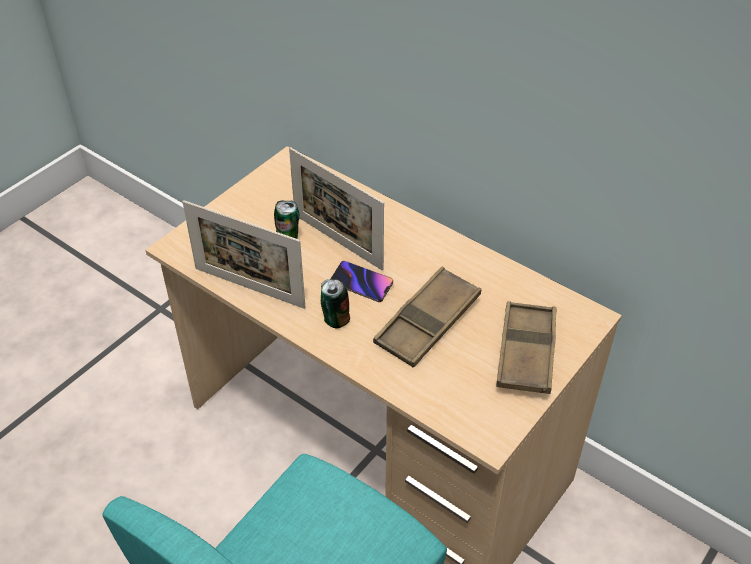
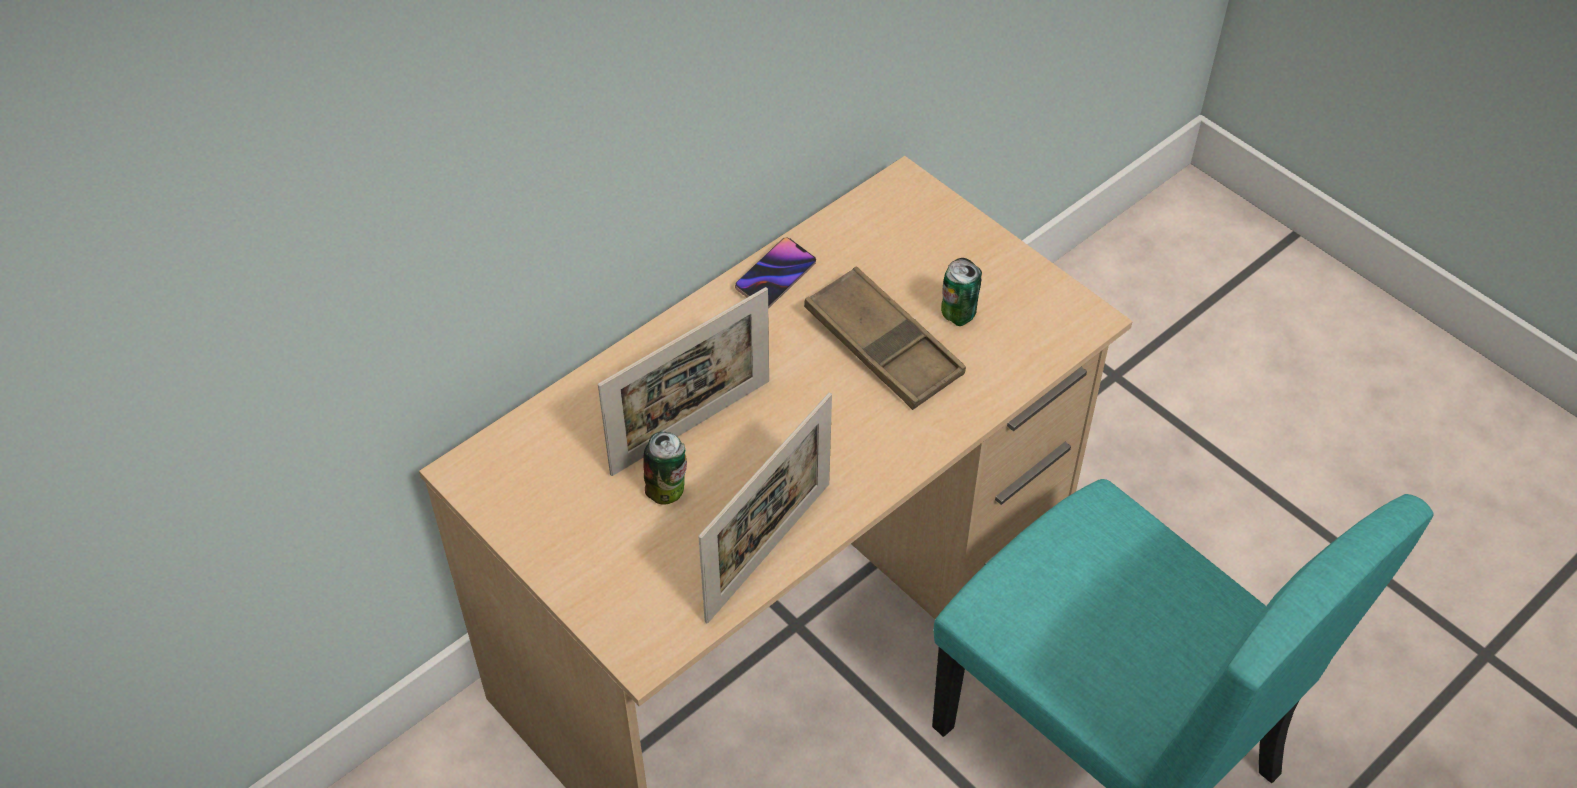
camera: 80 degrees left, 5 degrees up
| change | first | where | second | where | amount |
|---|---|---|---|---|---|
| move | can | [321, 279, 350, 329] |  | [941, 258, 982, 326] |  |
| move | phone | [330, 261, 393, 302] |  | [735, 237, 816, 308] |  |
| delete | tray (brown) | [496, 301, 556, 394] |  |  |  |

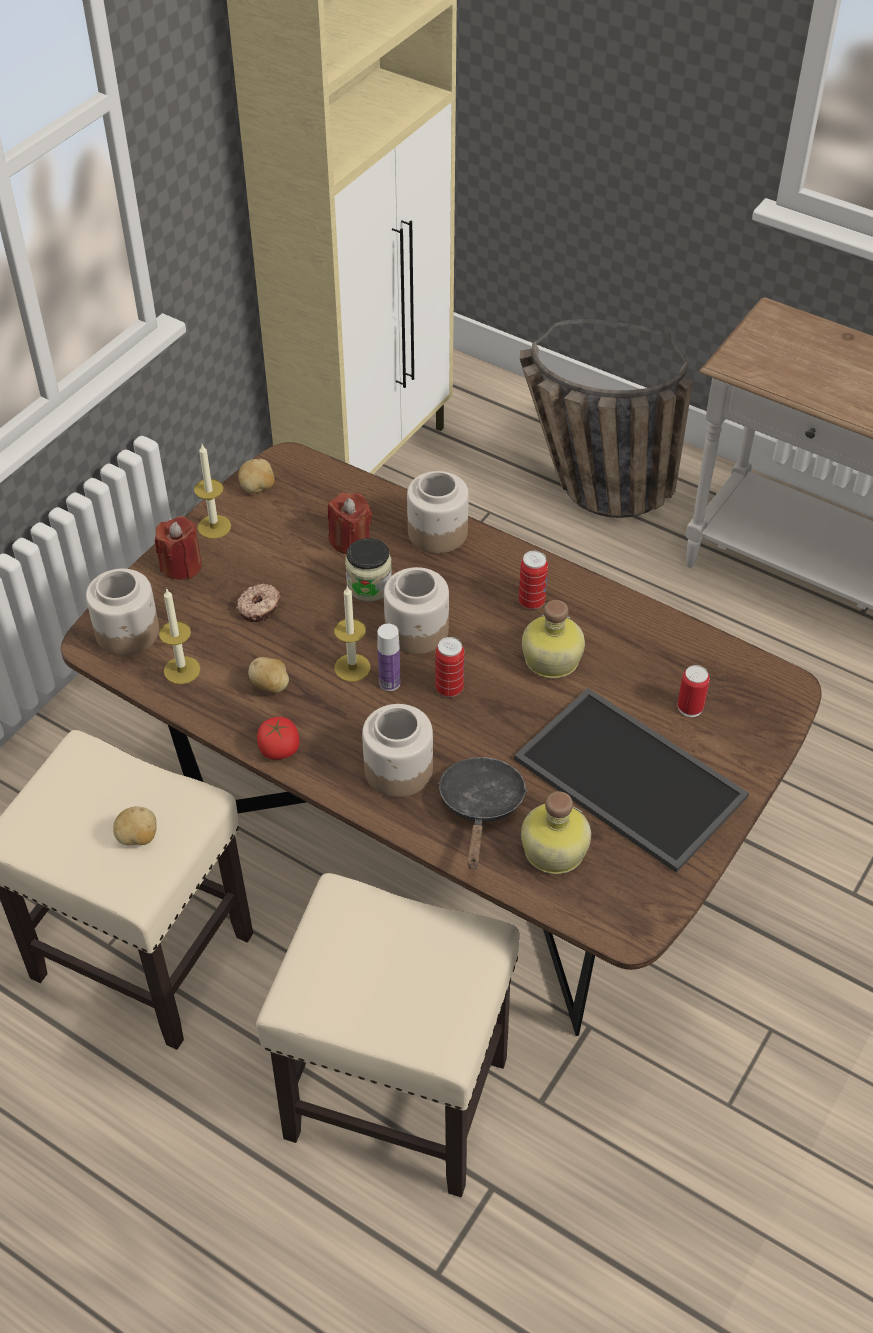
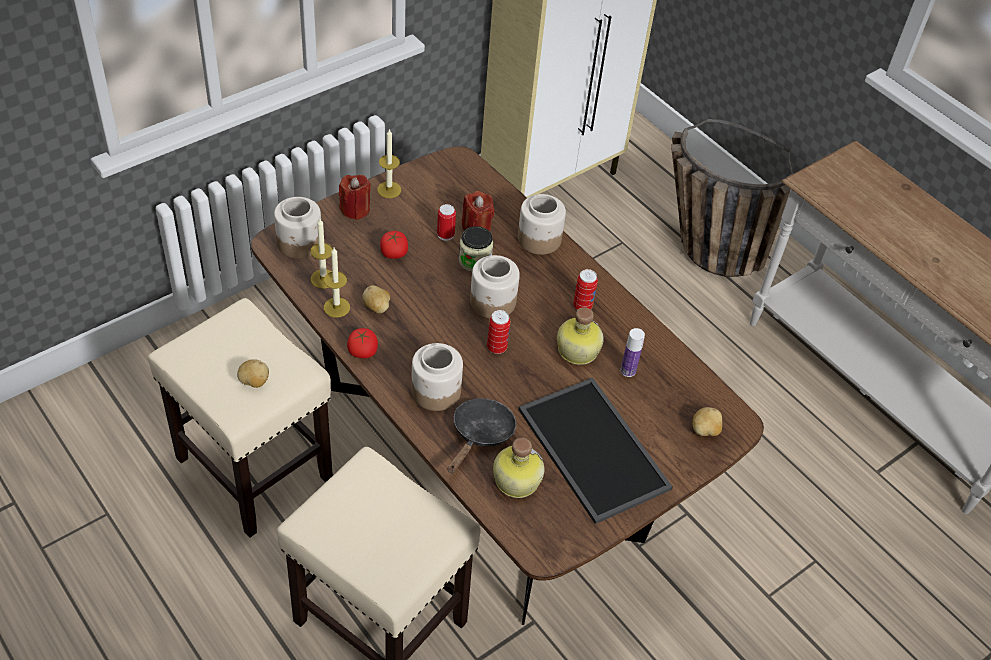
camera: 15 degrees right, 0 degrees up
| change | first | where | second | where | amount |
|---|---|---|---|---|---|
| replace | donut | [236, 583, 280, 622] | tomato | [380, 231, 408, 259] |  |
| move | potato | [238, 459, 275, 494] |  | [692, 407, 722, 436] |  |
| move | candle | [334, 585, 370, 682] |  | [324, 248, 350, 318] |  |
| move | bottle | [377, 624, 400, 691] |  | [620, 328, 645, 377] |  |
| move | can | [677, 665, 710, 717] |  | [437, 204, 456, 241] |  |

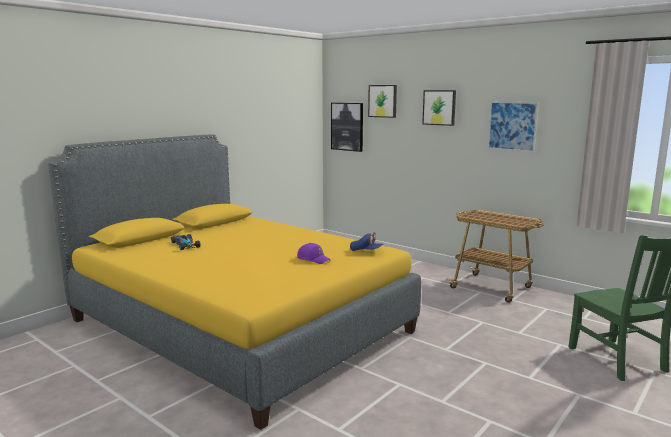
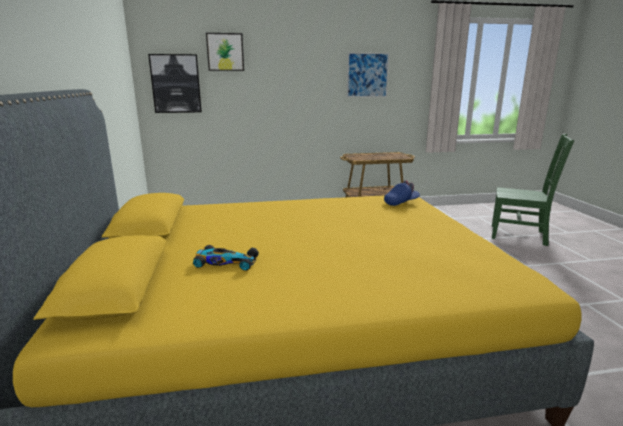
camera: 50 degrees left, 5 degrees up
| change | first | where | second | where | amount |
|---|---|---|---|---|---|
| delete | cap (purple) | [297, 243, 331, 264] |  |  |  |
| delete | picture | [422, 90, 456, 126] |  |  |  |

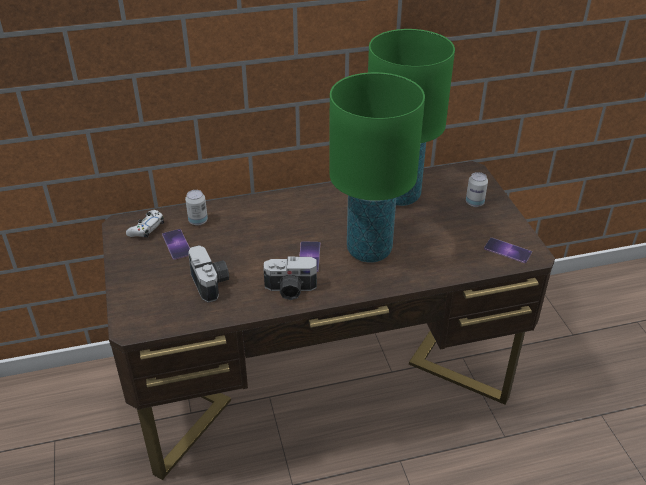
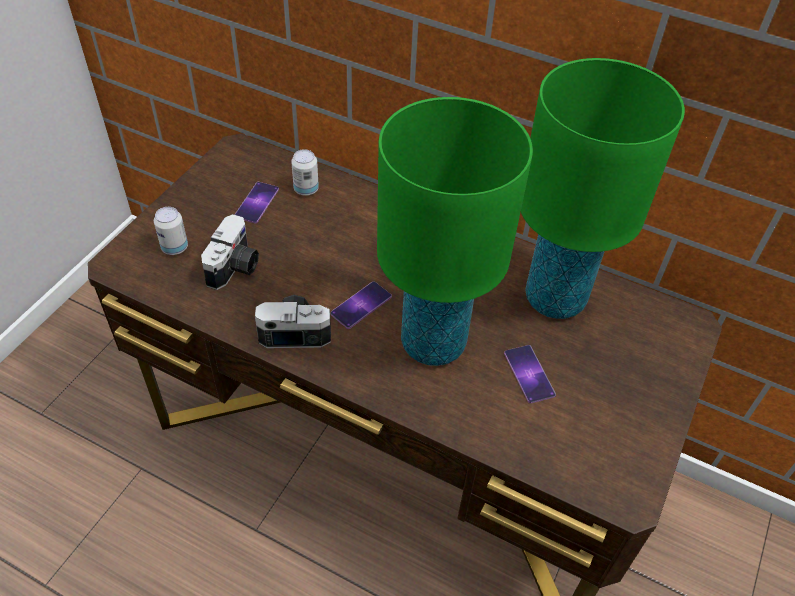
camera: 40 degrees right, 10 degrees up
| change | first | where | second | where | amount |
|---|---|---|---|---|---|
| delete | game controller (white) | [126, 210, 164, 238] |  |  |  |
| rotate | photo camera | [263, 257, 317, 300] |  | [255, 295, 331, 348] | 135 degrees clockwise |
| move | can | [466, 172, 488, 207] |  | [154, 207, 188, 255] |  |
| move | phone | [484, 238, 532, 263] |  | [504, 345, 556, 404] |  |

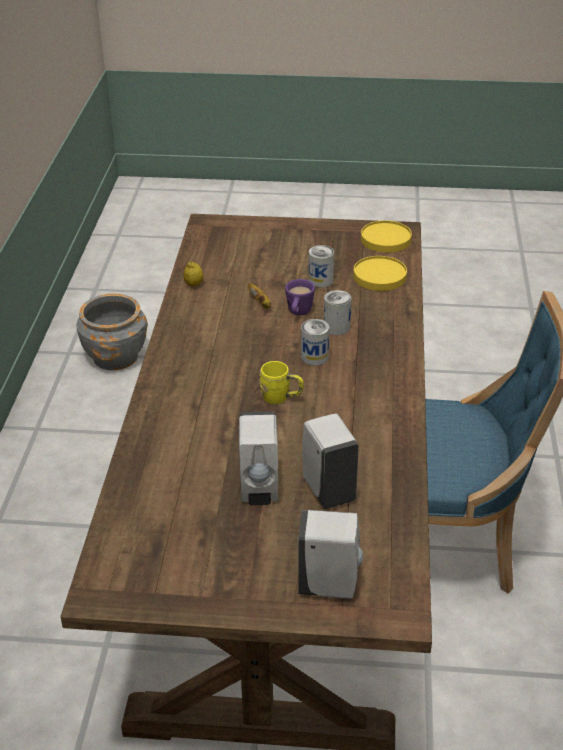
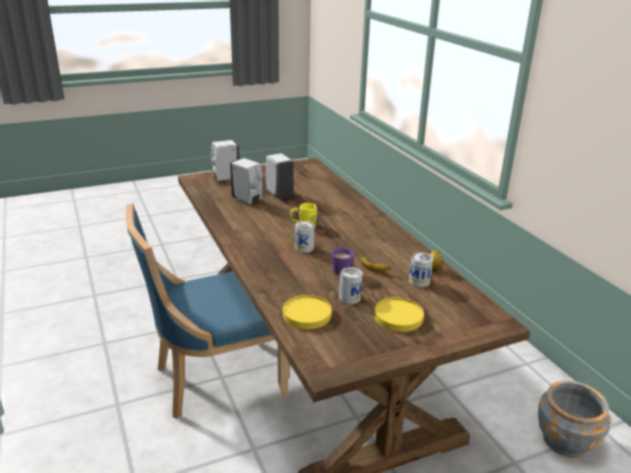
camera: 150 degrees right, 10 degrees down
| change | first | where | second | where | amount |
|---|---|---|---|---|---|
| move | can | [324, 290, 351, 335] |  | [409, 252, 433, 287] |  |
| move | plate (yellow) | [361, 220, 412, 253] |  | [374, 297, 424, 332] |  |

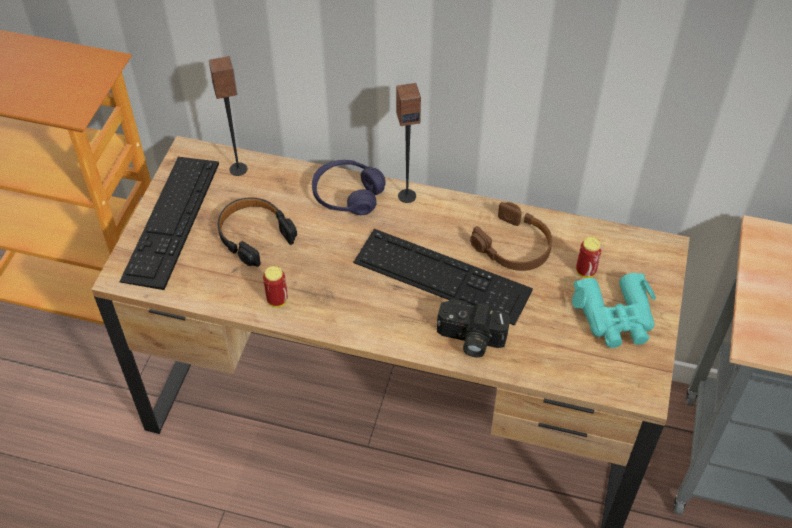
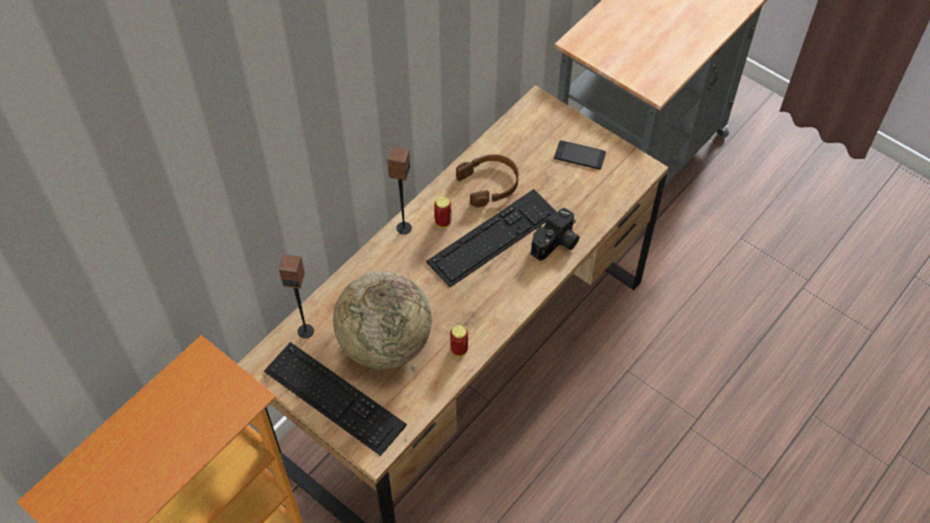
camera: 65 degrees left, 5 degrees up
| change | first | where | second | where | amount |
|---|---|---|---|---|---|
| replace | headphones (black) | [218, 197, 297, 267] | globe | [333, 271, 432, 369] |  |
| delete | headphones (purple) | [312, 160, 386, 215] |  |  |  |
| replace | binoculars (turquoise) | [572, 273, 656, 348] | phone | [554, 140, 606, 170] |  |
| move | can | [576, 237, 602, 278] |  | [434, 196, 451, 228] |  |

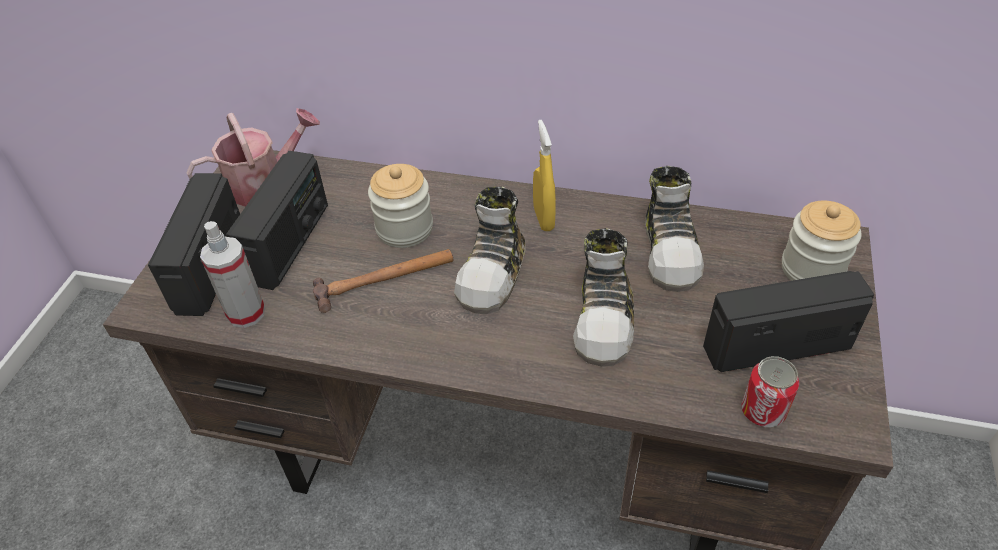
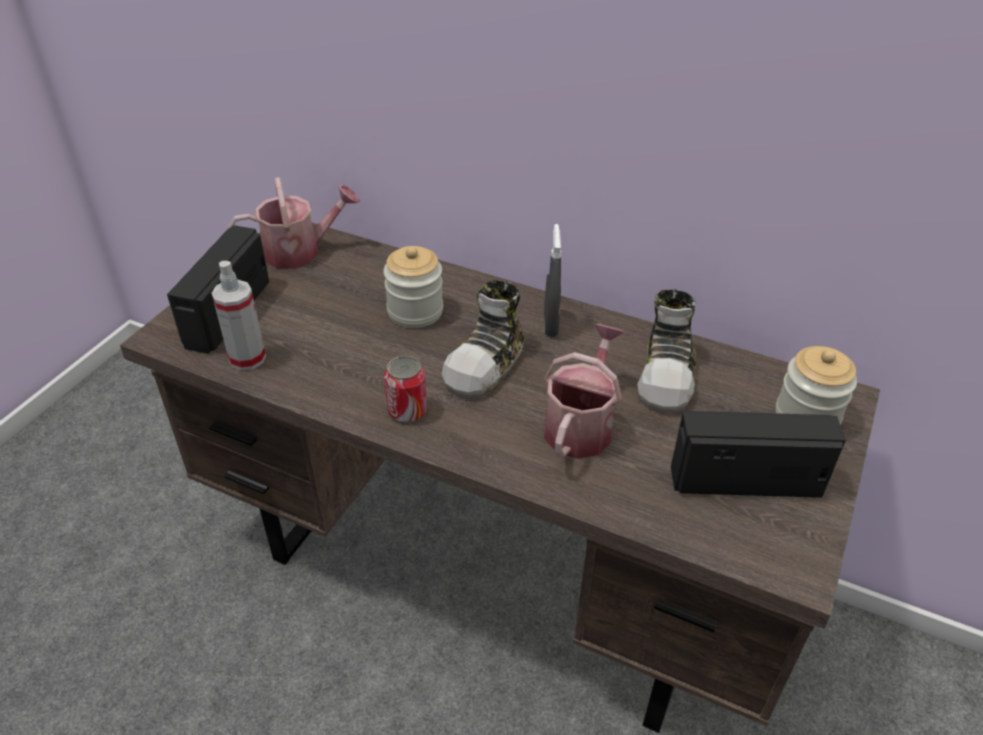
camera: 10 degrees right, 5 degrees down
| change | first | where | second | where | amount |
|---|---|---|---|---|---|
| delete | radio | [226, 151, 328, 290] |  |  |  |
| delete | hammer | [313, 249, 454, 313] |  |  |  |
| recolor | spray bottle (yellow) | [533, 120, 556, 231] | spray bottle (grey) | [544, 224, 561, 337] |  |
| replace | shoe | [573, 228, 634, 366] | watering can | [544, 324, 624, 459] |  |
| move | can | [741, 356, 800, 428] |  | [384, 356, 427, 422] |  |

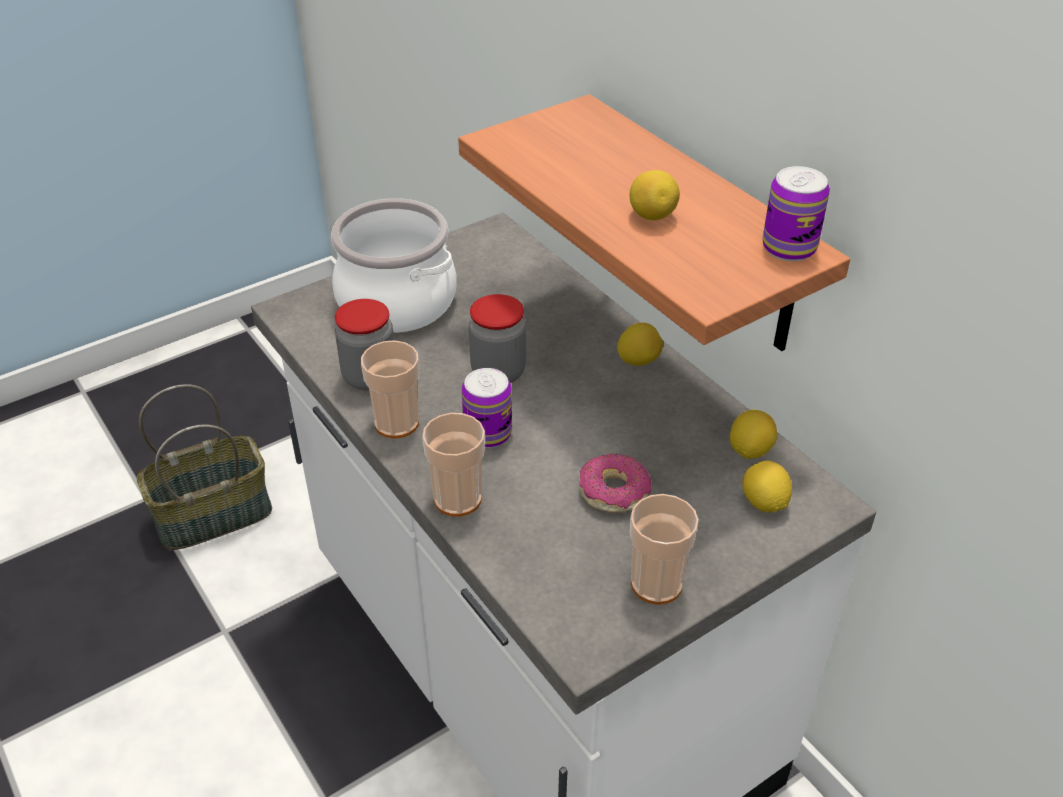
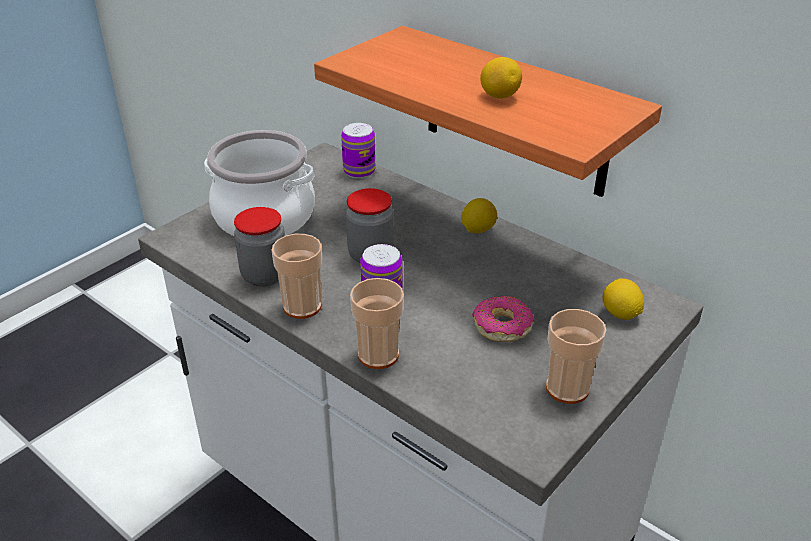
camera: 15 degrees left, 5 degrees down
| change | first | where | second | where | amount |
|---|---|---|---|---|---|
| delete | basket | [137, 384, 272, 550] |  |  |  |
| delete | lemon | [730, 410, 777, 459] |  |  |  |
| move | can | [763, 166, 830, 261] |  | [341, 123, 376, 178] |  |

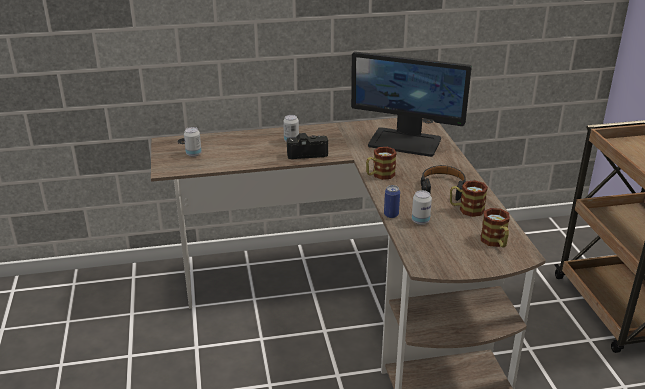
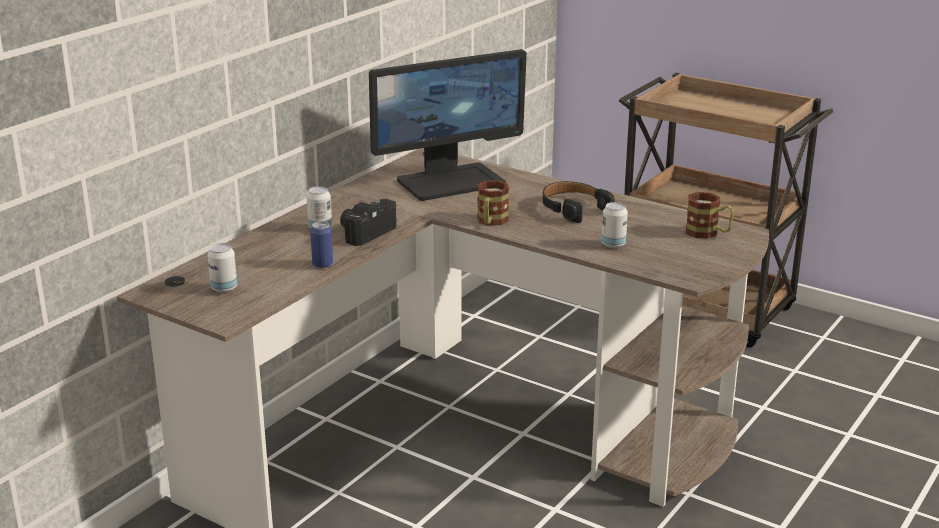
camera: 45 degrees left, 5 degrees down
| change | first | where | second | where | amount |
|---|---|---|---|---|---|
| move | can | [384, 185, 400, 218] |  | [310, 221, 333, 268] |  |
| delete | mug | [450, 180, 488, 217] |  |  |  |

